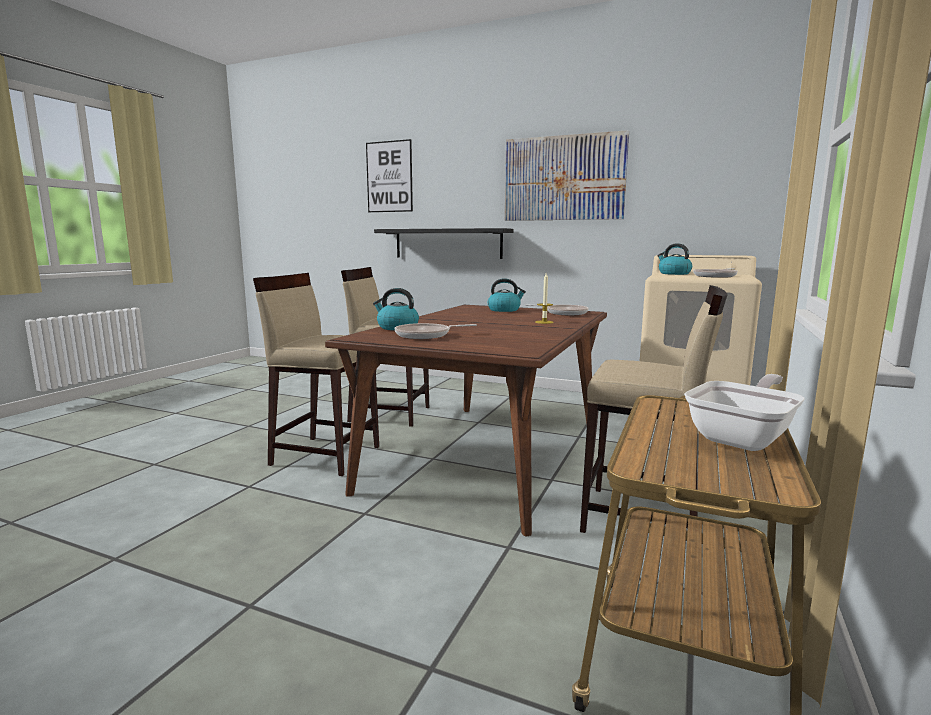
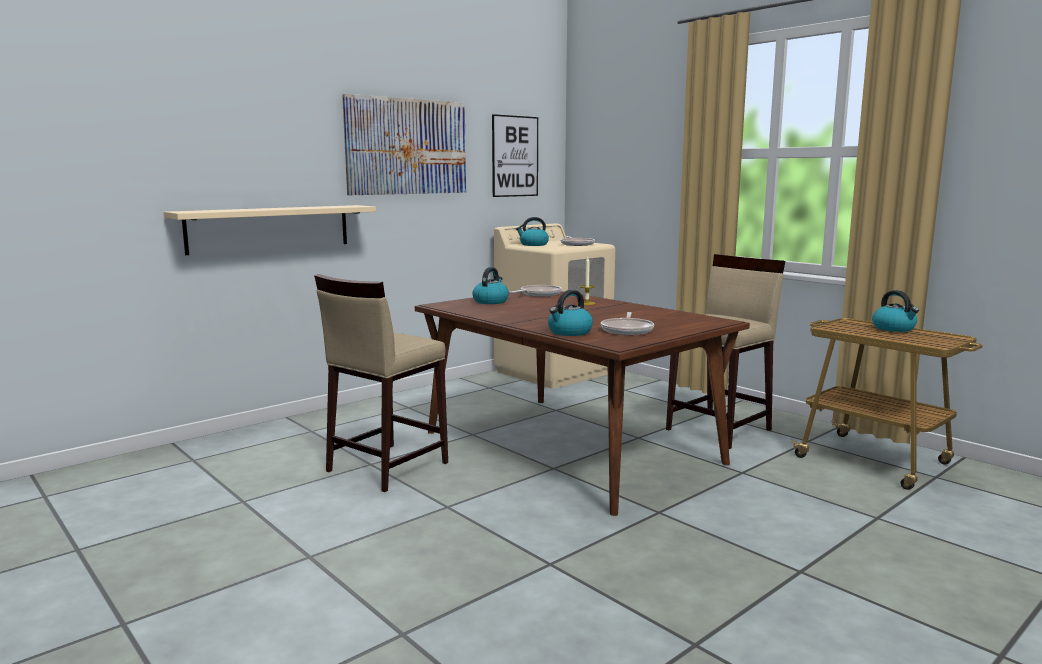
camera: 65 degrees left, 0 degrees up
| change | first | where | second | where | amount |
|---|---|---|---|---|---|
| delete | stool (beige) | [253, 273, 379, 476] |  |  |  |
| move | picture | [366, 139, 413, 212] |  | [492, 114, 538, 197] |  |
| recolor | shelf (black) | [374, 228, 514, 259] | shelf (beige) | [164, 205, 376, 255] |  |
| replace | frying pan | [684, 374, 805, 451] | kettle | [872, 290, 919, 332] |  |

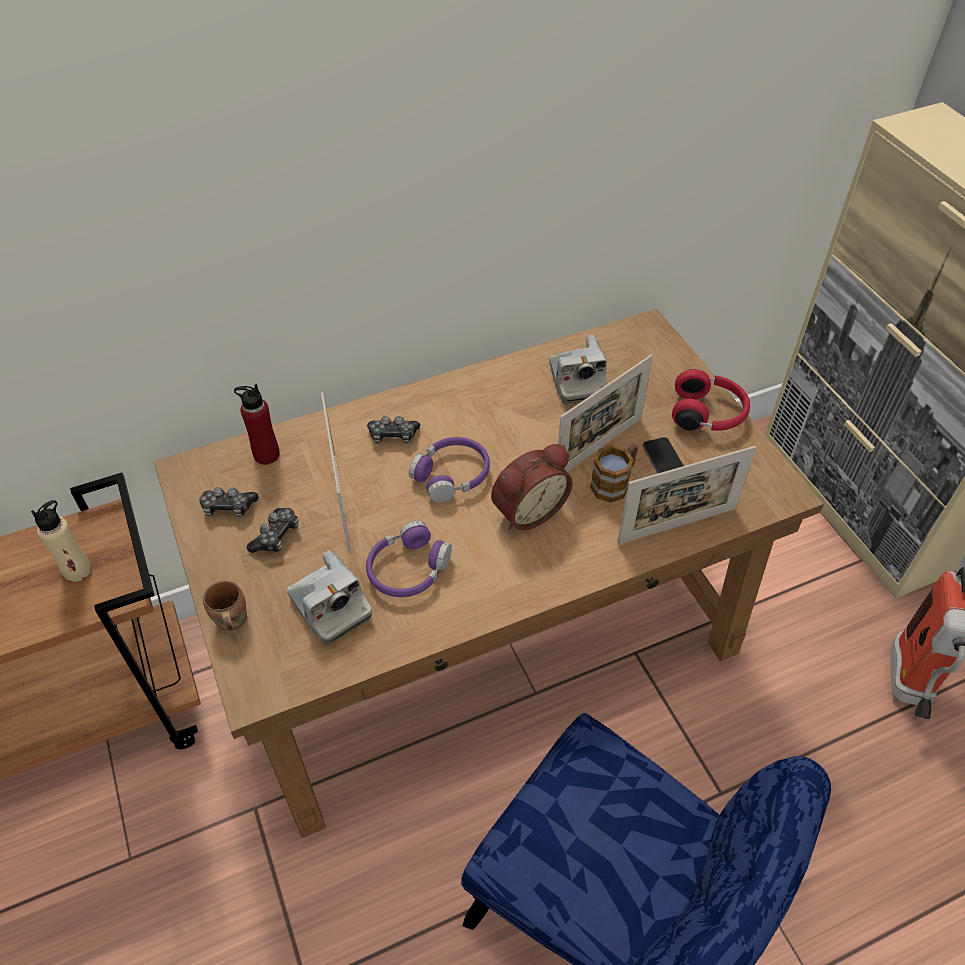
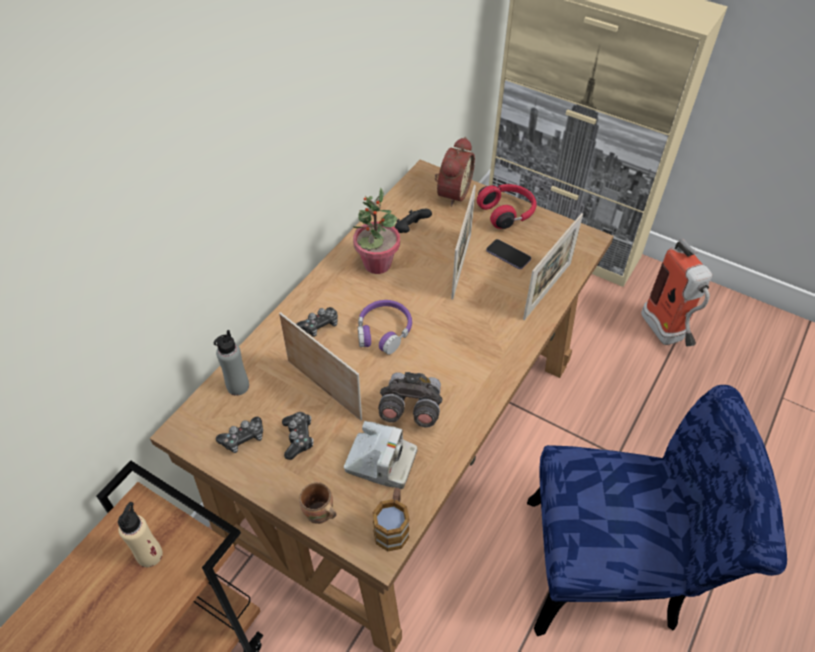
camera: 35 degrees left, 0 degrees up
| change | first | where | second | where | amount |
|---|---|---|---|---|---|
| recolor | bottle (red) | [234, 384, 280, 465] | bottle (grey) | [214, 330, 249, 396] |  |
| replace | headphones (purple) | [366, 521, 452, 597] | binoculars (grey) | [378, 372, 442, 428] |  |
| move | alarm clock | [491, 444, 573, 530] |  | [435, 137, 475, 206] |  |
| replace | photo camera | [549, 335, 608, 405] | game controller (black) | [395, 209, 432, 233] |  |
| move | mug | [590, 444, 638, 503] |  | [372, 488, 410, 551] |  |
| insert |  |  | potted plant | [353, 188, 400, 274] |  |

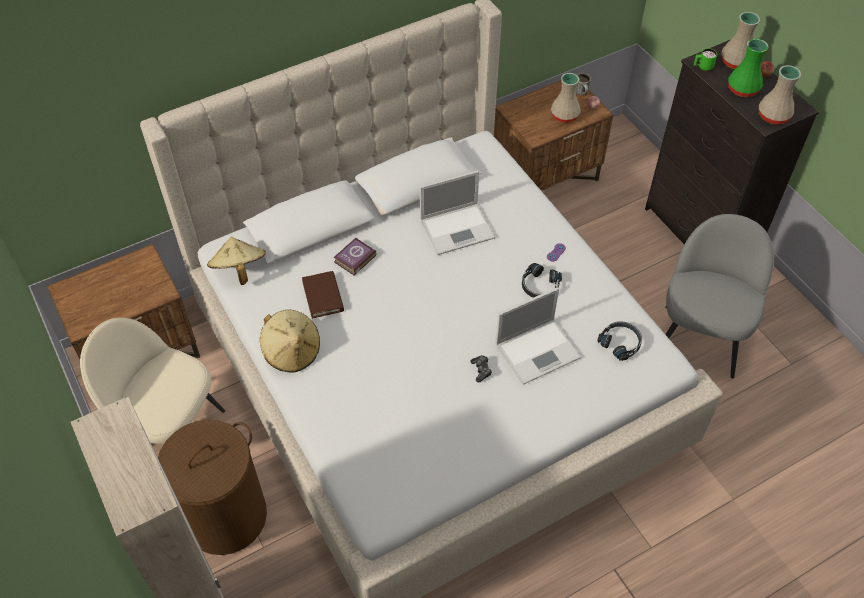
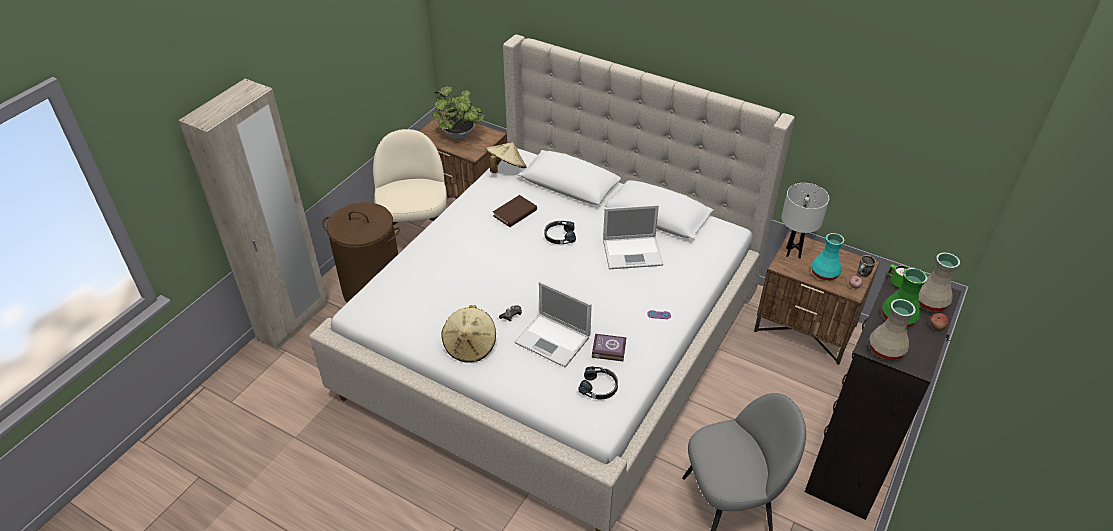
camera: 60 degrees right, 10 degrees down
| change | first | where | second | where | amount |
|---|---|---|---|---|---|
| move | hat (beige) | [260, 310, 320, 373] |  | [442, 305, 496, 363] |  |
| move | book | [334, 238, 376, 275] |  | [592, 334, 626, 361] |  |
| rotate | laptop | [420, 170, 496, 255] |  | [603, 205, 663, 269] | 45 degrees counterclockwise |
| move | headphones (black) | [522, 263, 562, 298] |  | [544, 221, 576, 244] |  |
| recolor | vase (beige) | [551, 73, 581, 123] | vase (turquoise) | [812, 233, 845, 281] |  |
| insert |  |  | potted plant | [432, 86, 485, 140] |  |
| insert |  |  | table lamp (white) | [782, 183, 829, 258] |  |

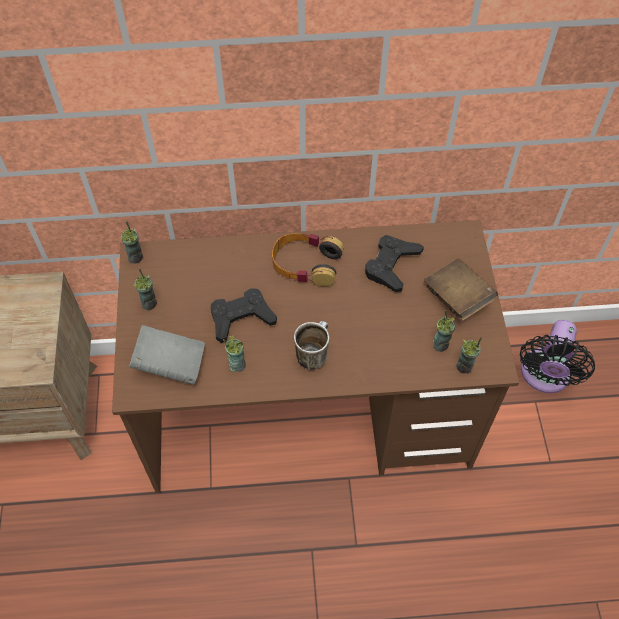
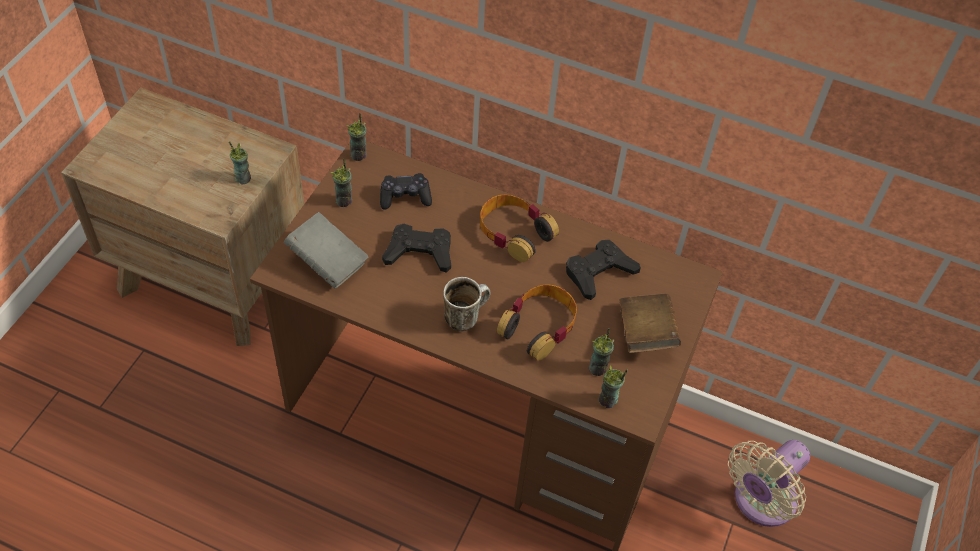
camera: 25 degrees right, 5 degrees down
| change | first | where | second | where | amount |
|---|---|---|---|---|---|
| move | cup | [223, 336, 246, 372] |  | [229, 141, 251, 185] |  |
| recolor | fan (black) | [520, 320, 595, 393] | fan (beige) | [728, 440, 810, 527] |  |
| insert |  |  | game controller (black) | [380, 173, 432, 210] |  |
| insert |  |  | headphones | [497, 285, 577, 361] |  |

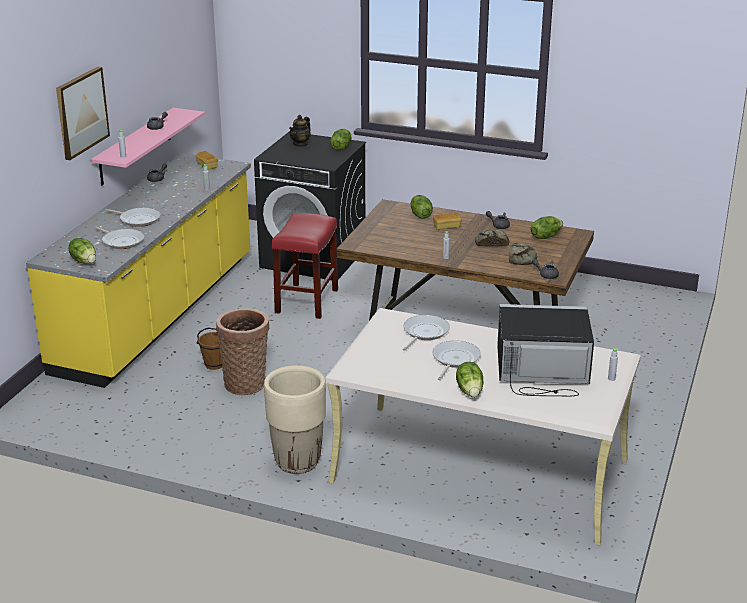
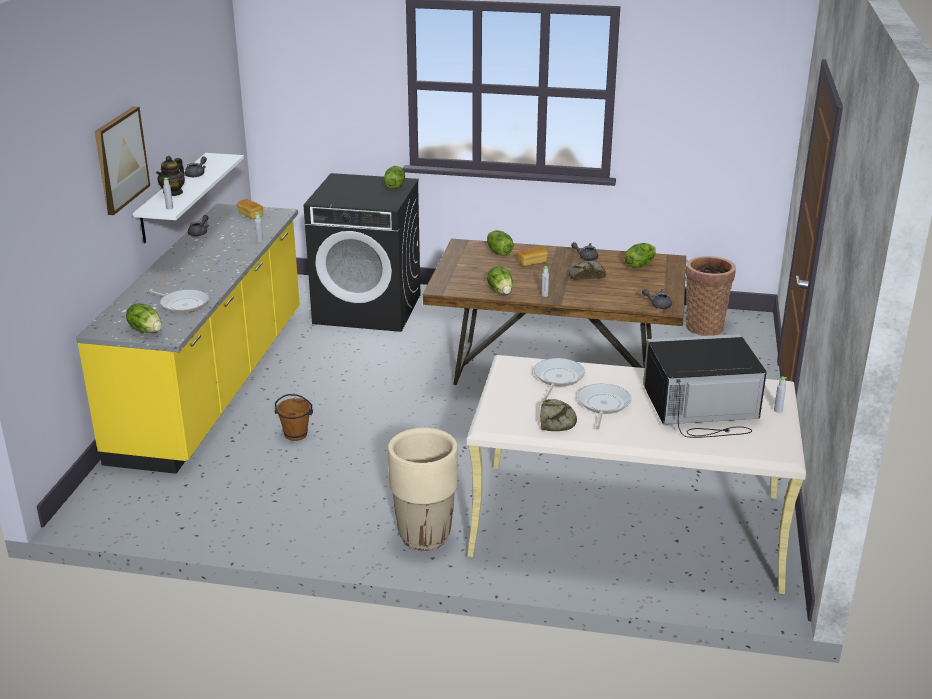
camera: 10 degrees left, 0 degrees up
| change | first | where | second | where | amount |
|---|---|---|---|---|---|
| recolor | shelf (pink) | [91, 108, 205, 186] | shelf (white) | [133, 153, 244, 243] |  |
| delete | frying pan | [105, 208, 160, 227] |  |  |  |
| move | basket | [216, 308, 269, 395] |  | [686, 256, 736, 336] |  |
| delete | stool (red) | [272, 213, 338, 319] |  |  |  |
| move | teapot | [289, 115, 311, 147] |  | [156, 156, 185, 196] |  |
| move | lettuce | [456, 362, 483, 397] |  | [487, 266, 513, 295] |  |
| move | bread | [509, 243, 537, 265] |  | [540, 399, 577, 431] |  |

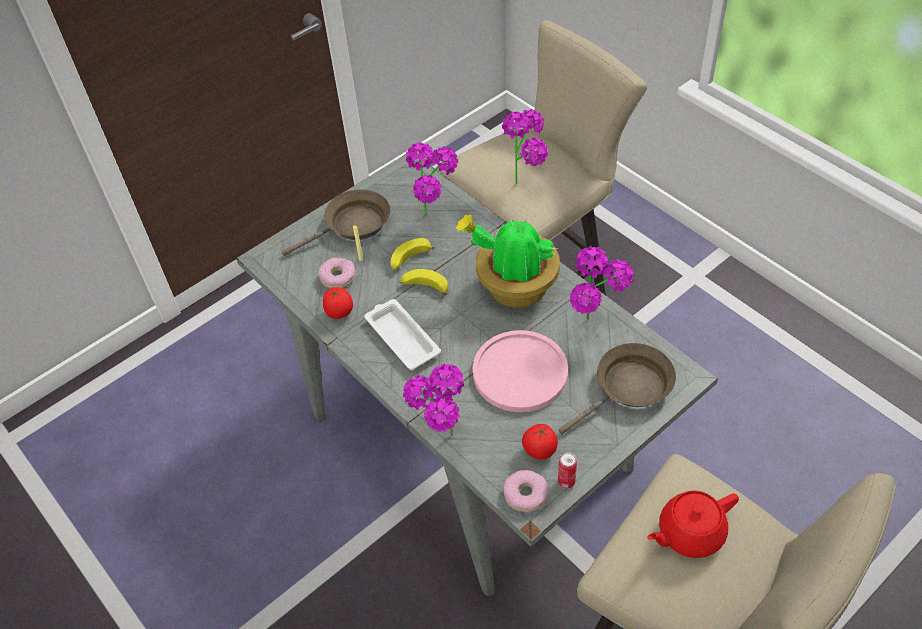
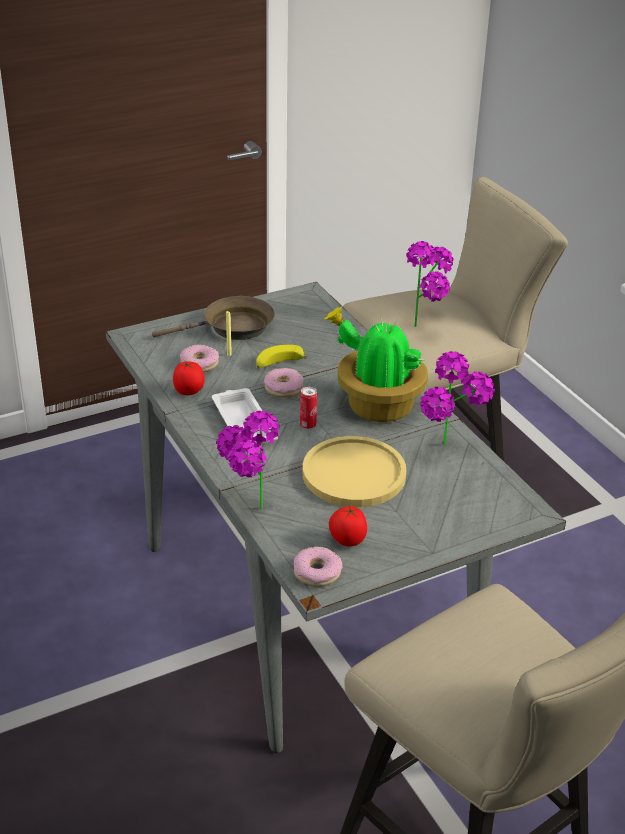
camera: 10 degrees right, 15 degrees down
| change | first | where | second | where | amount |
|---|---|---|---|---|---|
| replace | banana | [399, 269, 448, 295] | donut | [264, 368, 303, 397] |  |
| delete | potted plant | [406, 142, 458, 215] |  |  |  |
| recolor | plate (pink) | [473, 330, 568, 412] | plate (yellow) | [303, 436, 406, 507] |  |
| move | can | [558, 452, 577, 489] |  | [300, 387, 317, 429] |  |
| delete | frying pan (brown) | [559, 343, 676, 434] |  |  |  |
| delete | teapot (red) | [647, 490, 739, 558] |  |  |  |

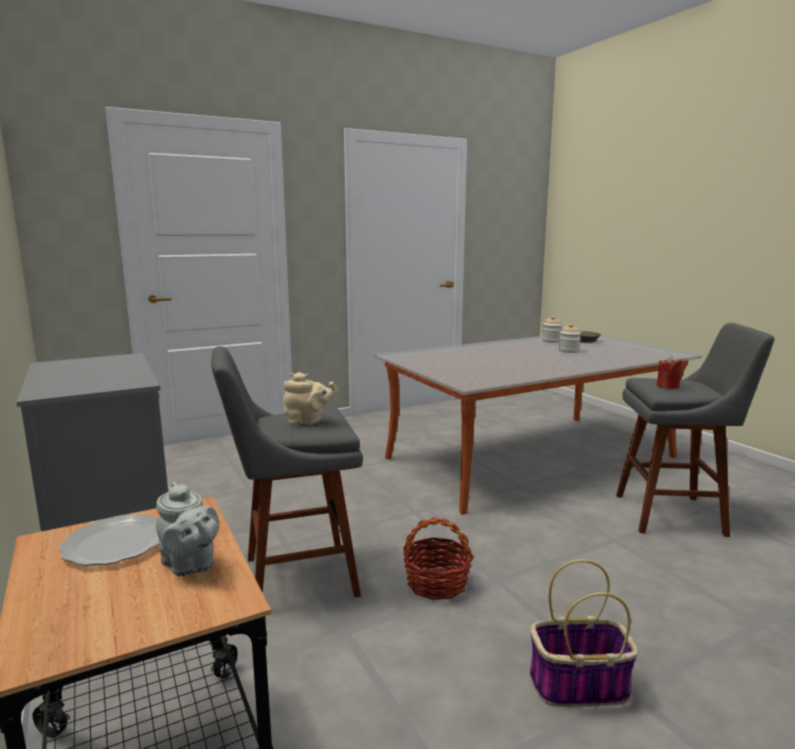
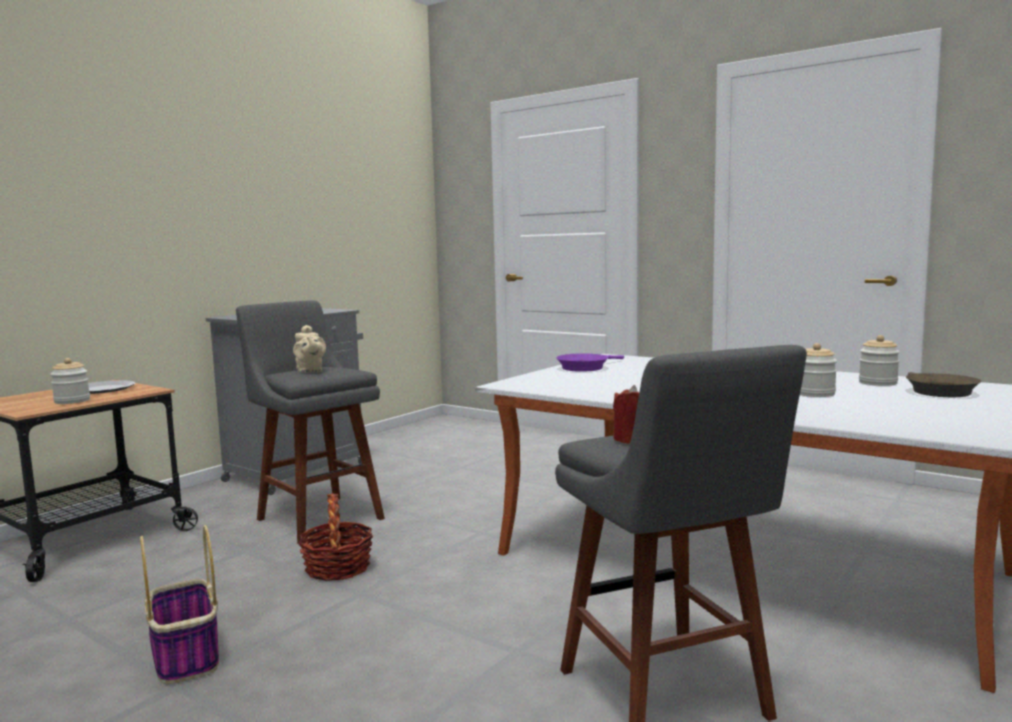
camera: 65 degrees right, 5 degrees down
| change | first | where | second | where | amount |
|---|---|---|---|---|---|
| replace | teapot (grey) | [156, 482, 219, 576] | jar | [50, 358, 90, 404] |  |
| insert |  |  | frying pan (purple) | [556, 353, 624, 371] |  |

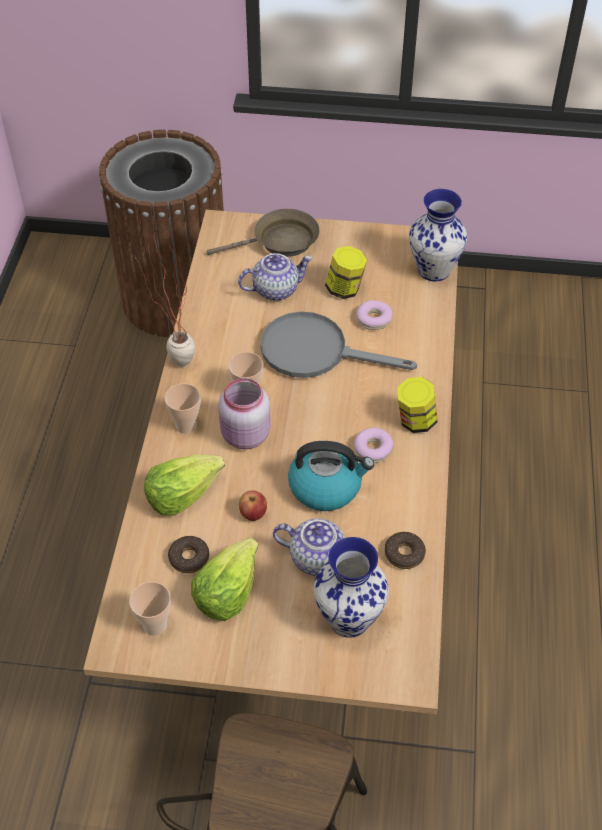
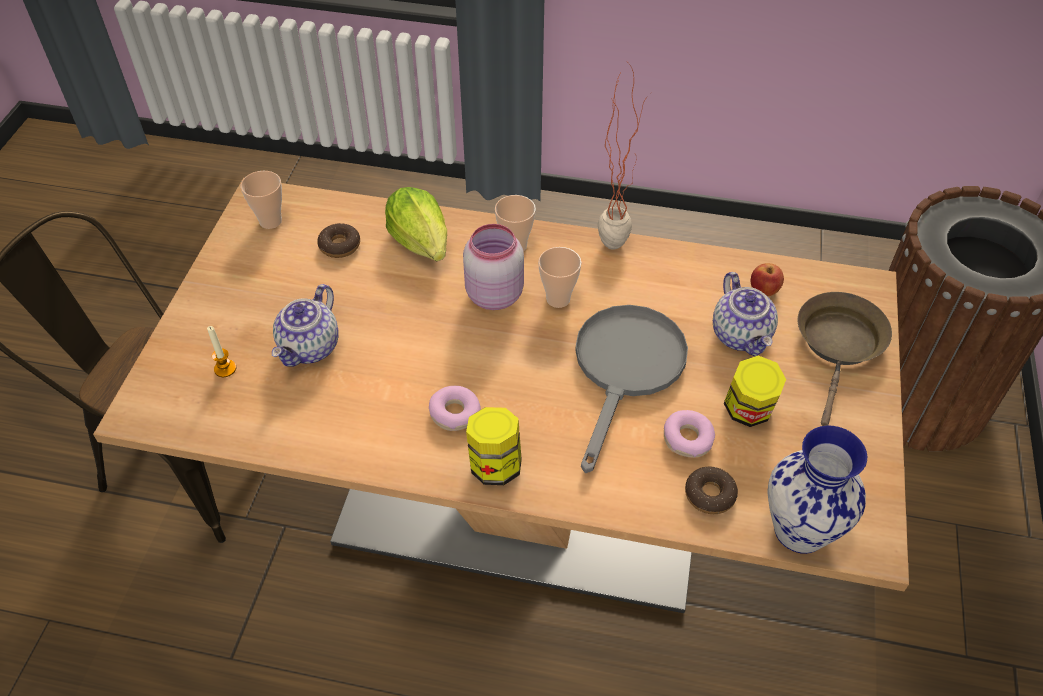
camera: 95 degrees right, 0 degrees up
| change | first | where | second | where | amount |
|---|---|---|---|---|---|
| delete | lettuce | [191, 538, 259, 621] |  |  |  |
| rotate | frying pan (brown) | [207, 209, 320, 257] |  | [797, 292, 892, 426] | 150 degrees counterclockwise |
| move | apple | [239, 490, 267, 521] |  | [751, 263, 784, 296] |  |
| delete | kettle | [288, 441, 374, 511] |  |  |  |
| replace | vase | [314, 537, 389, 638] | candle | [207, 326, 236, 377] |  |
| move | donut | [384, 532, 426, 569] |  | [685, 467, 738, 514] |  |

